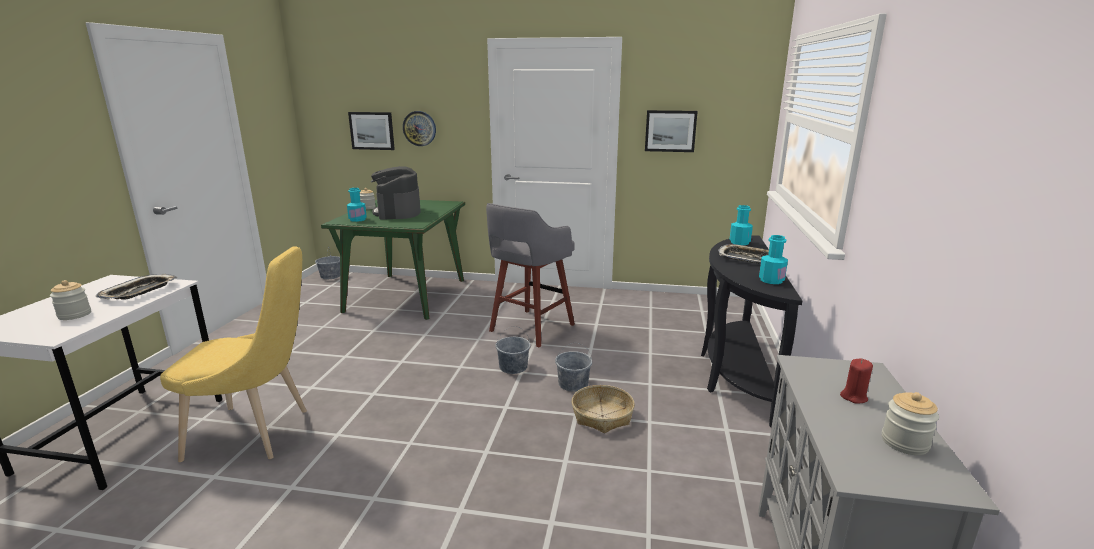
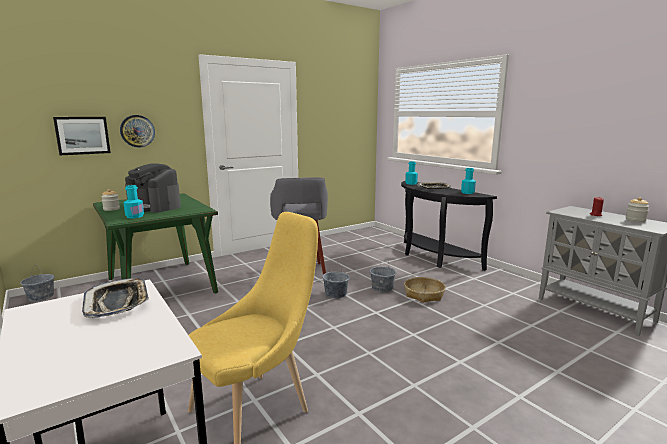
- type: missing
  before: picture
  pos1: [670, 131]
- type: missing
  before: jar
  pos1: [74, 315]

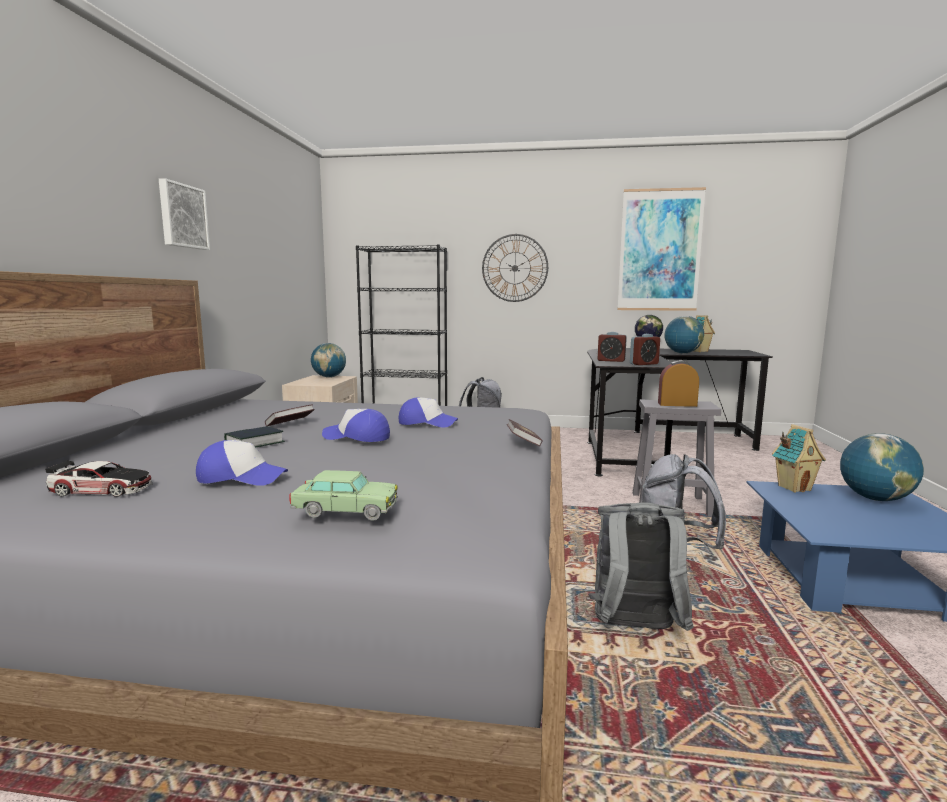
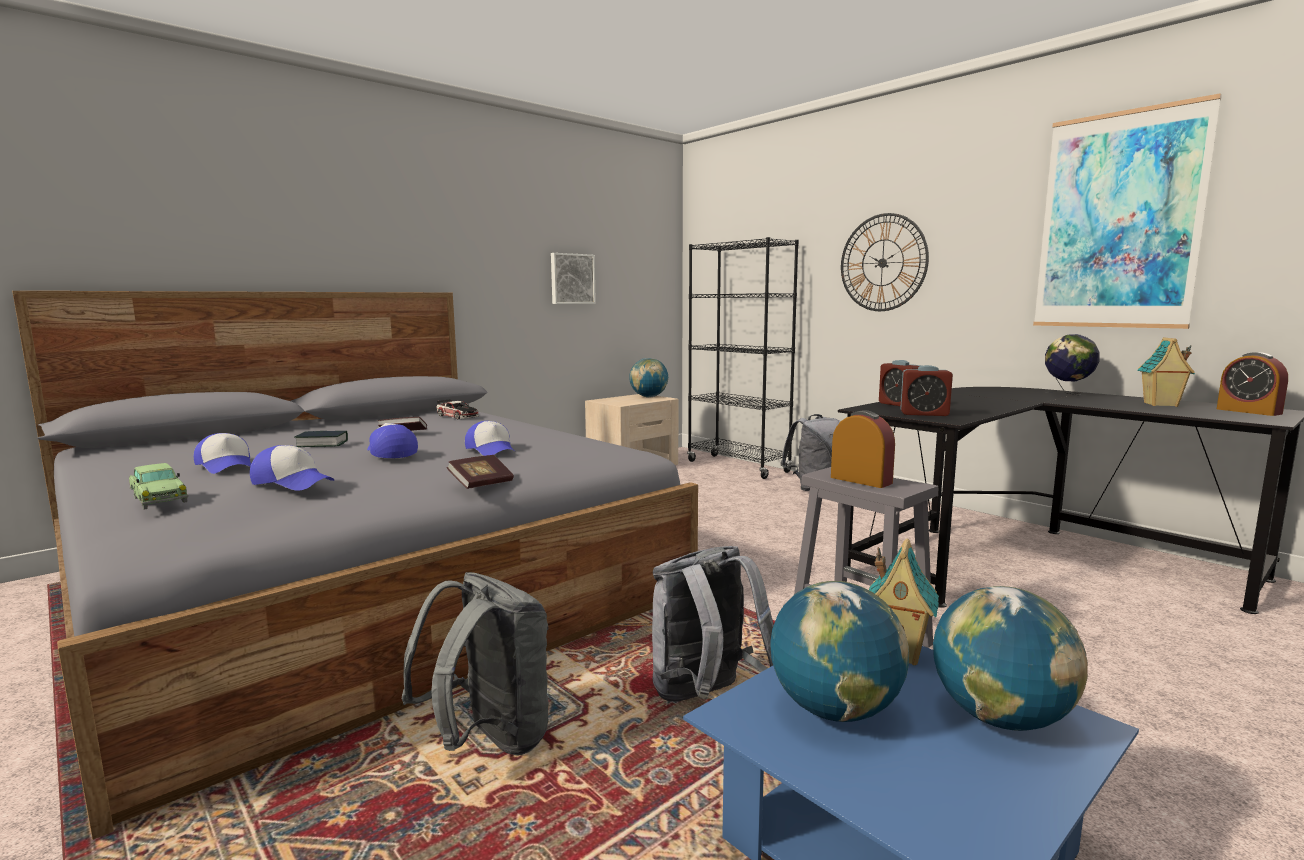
- type: relocated
  before: picture
  pos1: [182, 216]
  pos2: [572, 279]
- type: relocated
  before: globe
  pos1: [682, 353]
  pos2: [834, 710]
- type: relocated
  before: toy car
  pos1: [102, 489]
  pos2: [457, 416]
- type: appeared
  after: alarm clock
  pos2: [1248, 411]
- type: appeared
  after: cap
  pos2: [293, 482]

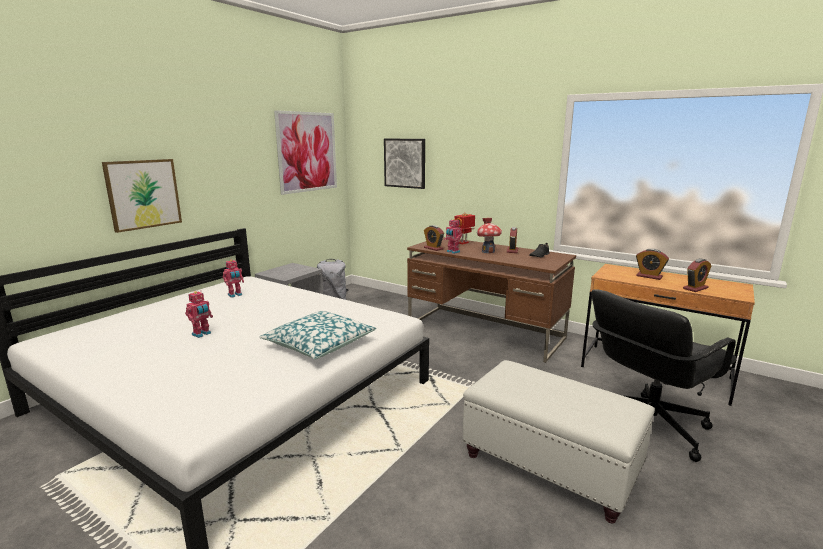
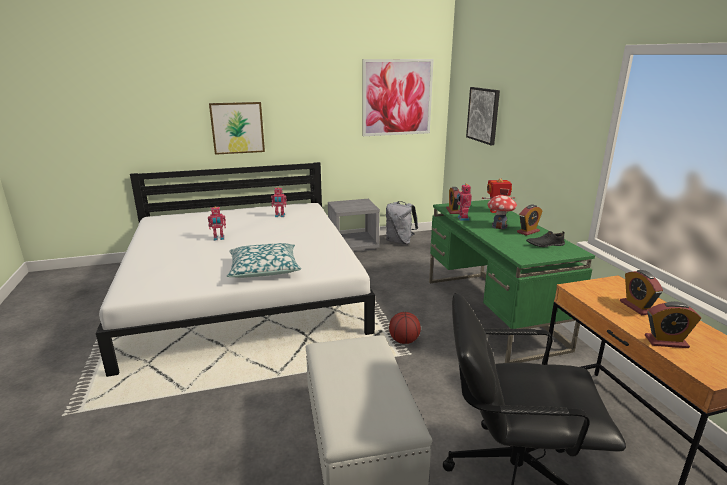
- type: colour
  before: brown desk
  after: green desk
  pos1: [485, 332]
  pos2: [492, 313]
- type: appeared
  after: basketball
  pos2: [404, 340]

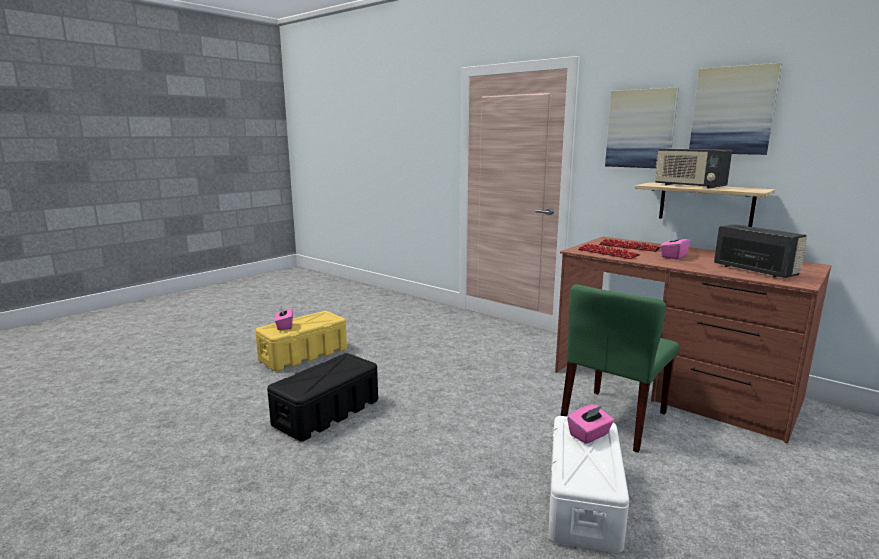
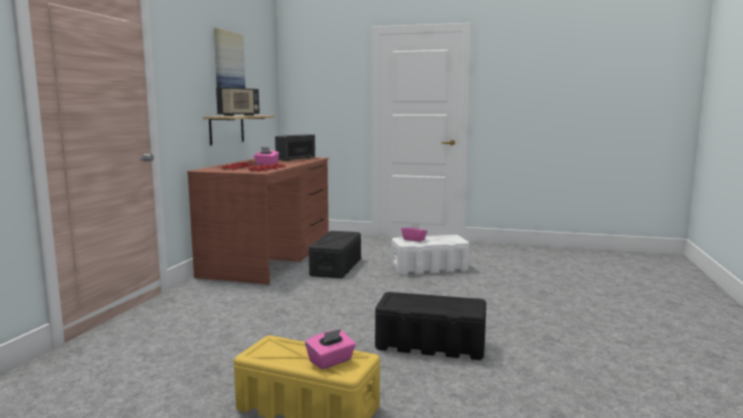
- type: missing
  before: picture
  pos1: [640, 129]
- type: exchanged
  before: green chair
  after: black storage box
  pos1: [614, 419]
  pos2: [336, 267]

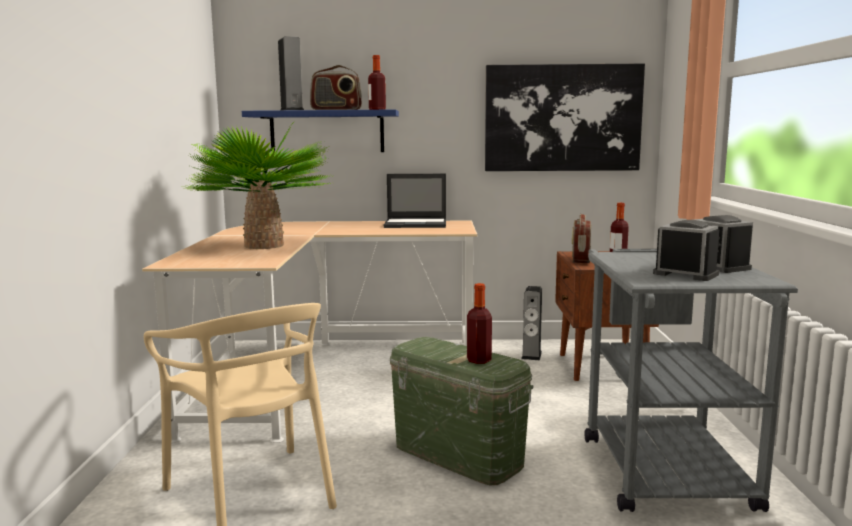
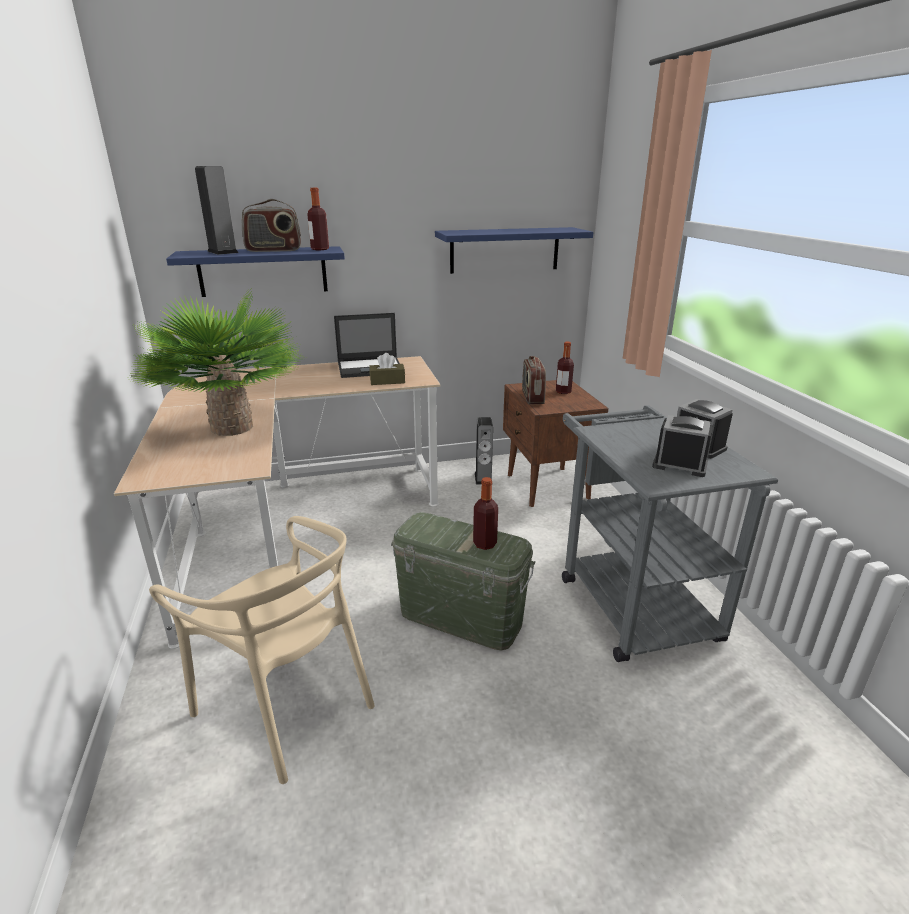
- type: exchanged
  before: picture
  after: blue shelf
  pos1: [562, 118]
  pos2: [504, 250]
- type: appeared
  after: brown tissue box
  pos2: [387, 381]

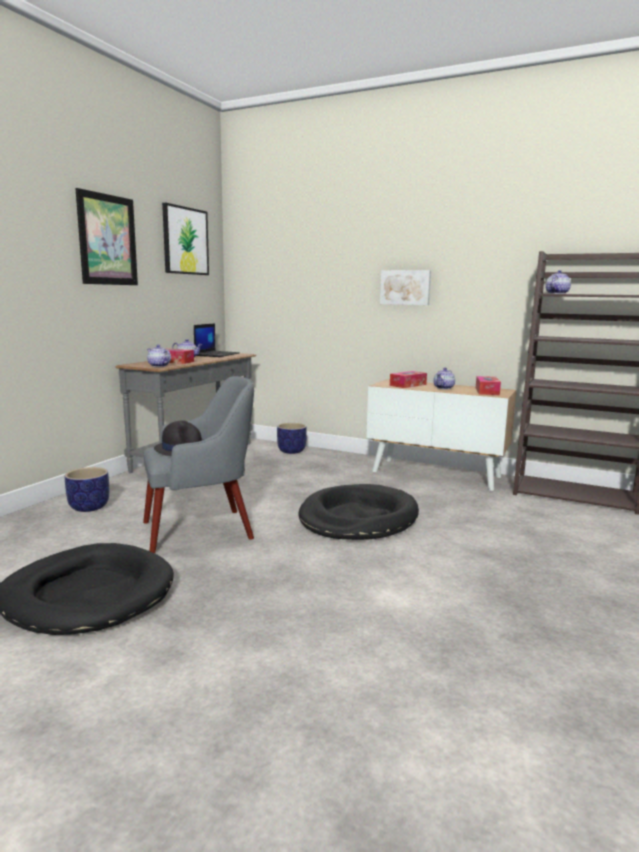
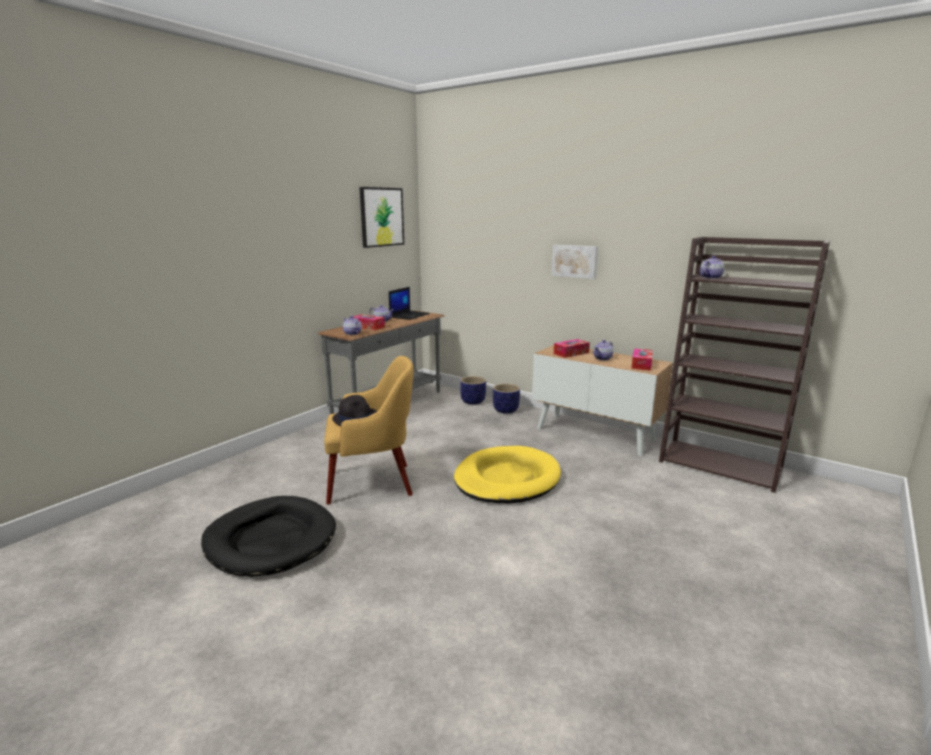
- type: missing
  before: picture
  pos1: [107, 240]
- type: colour
  before: grey armchair
  after: yellow armchair
  pos1: [201, 530]
  pos2: [373, 483]
- type: relocated
  before: planter
  pos1: [89, 507]
  pos2: [506, 410]
- type: colour
  before: black dog bed
  after: yellow dog bed
  pos1: [358, 518]
  pos2: [506, 479]

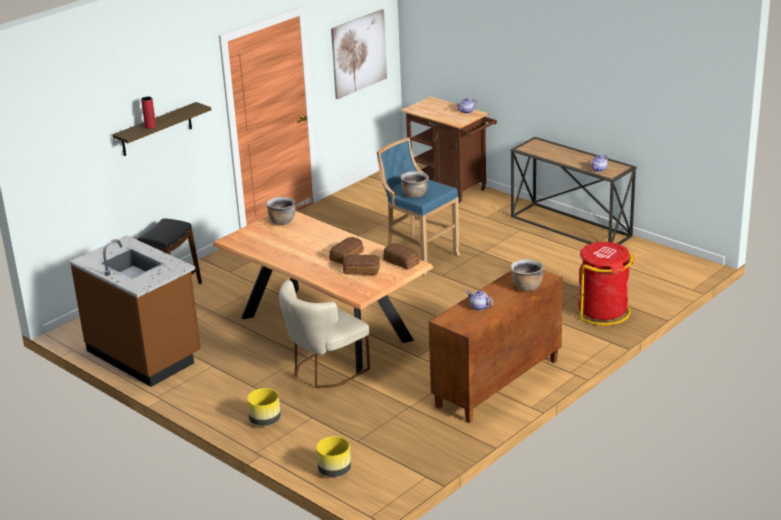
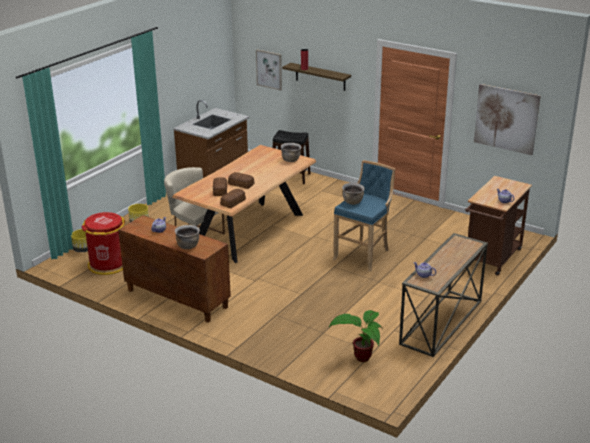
- type: relocated
  before: red trash can
  pos1: [603, 312]
  pos2: [108, 264]
- type: appeared
  after: picture
  pos2: [269, 69]
- type: appeared
  after: potted plant
  pos2: [360, 358]

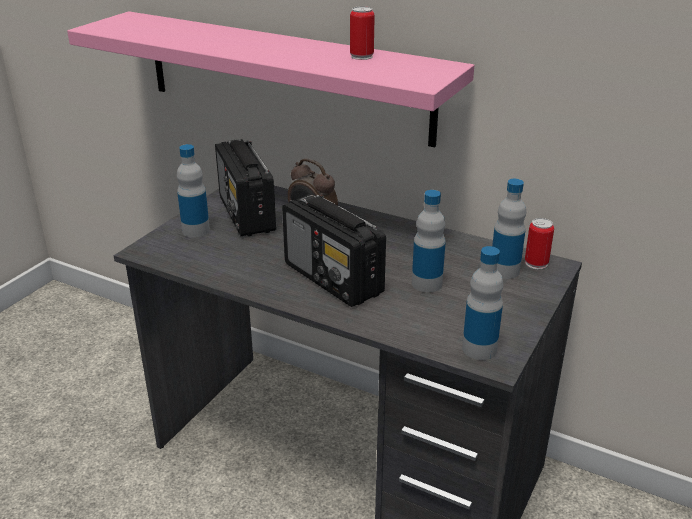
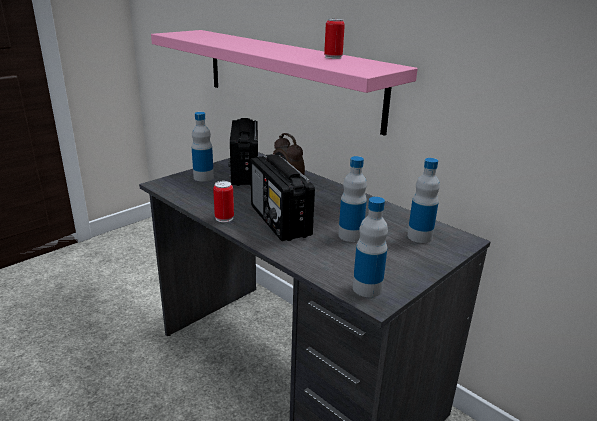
- type: relocated
  before: can
  pos1: [536, 263]
  pos2: [224, 218]

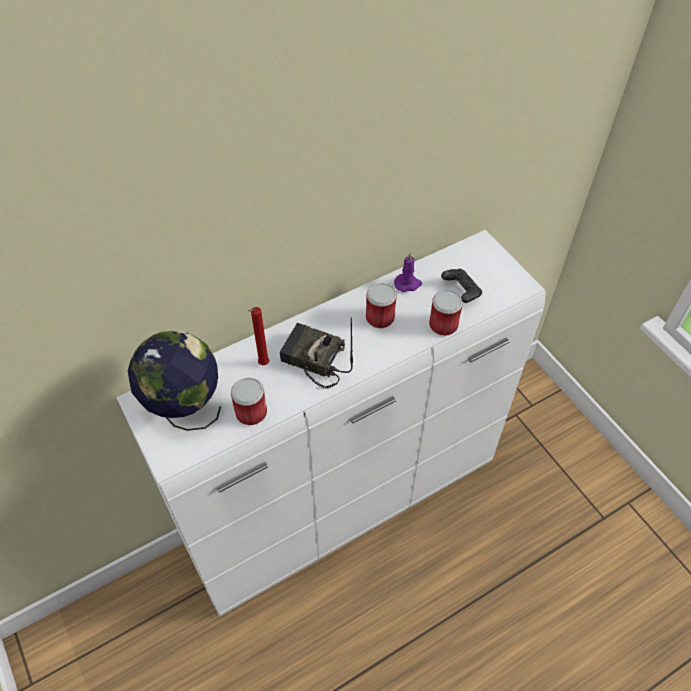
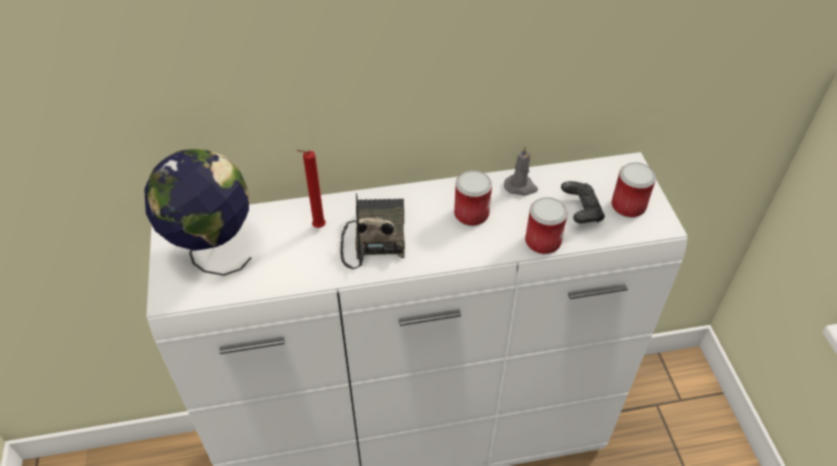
- type: colour
  before: purple candle
  after: grey candle
  pos1: [408, 284]
  pos2: [521, 187]
- type: spun
  before: radio
  pos1: [313, 360]
  pos2: [374, 238]
  turn: 45
- type: relocated
  before: can
  pos1: [251, 412]
  pos2: [628, 206]

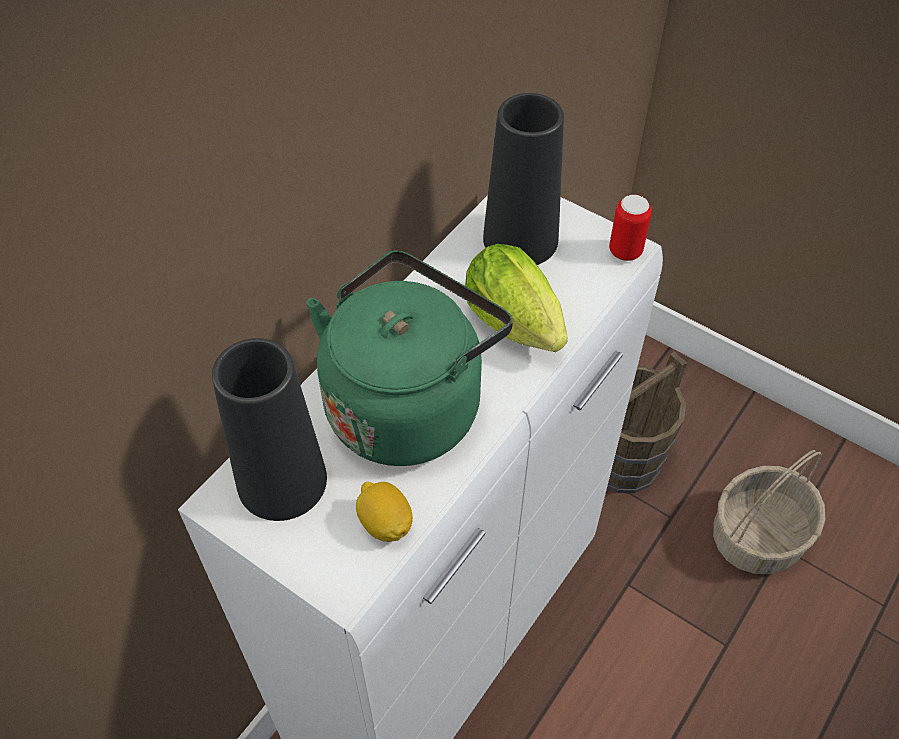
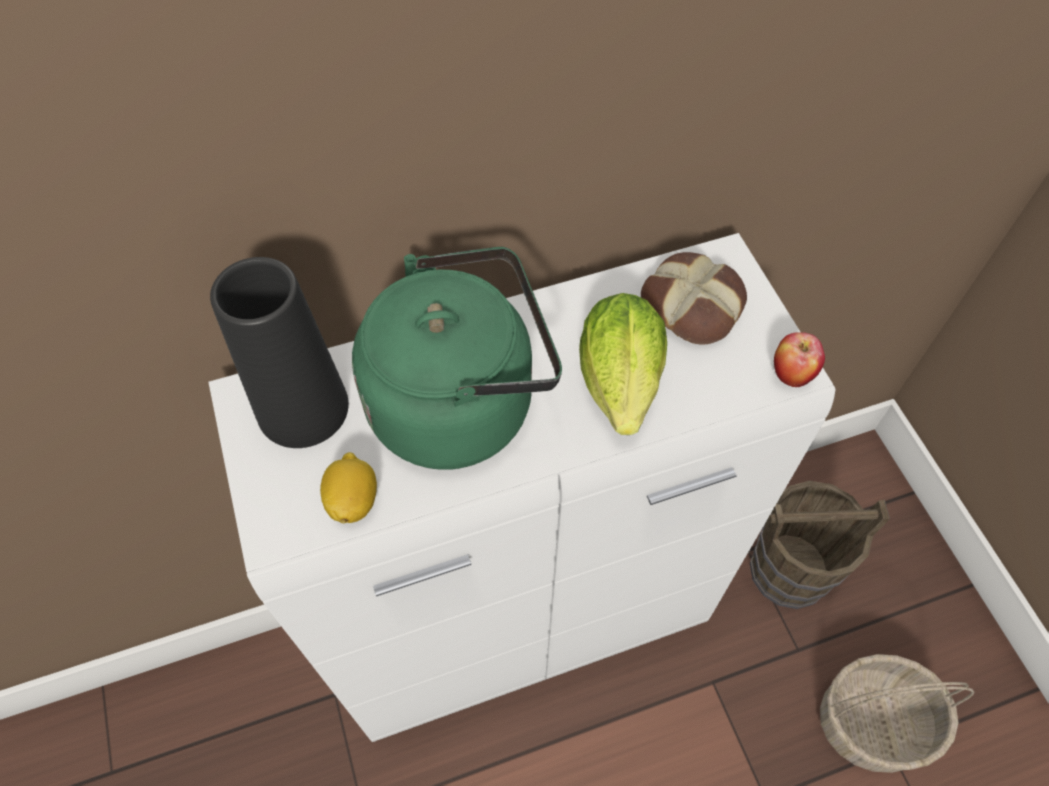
- type: exchanged
  before: black vase
  after: bread
  pos1: [520, 239]
  pos2: [693, 305]
- type: exchanged
  before: can
  after: apple
  pos1: [625, 251]
  pos2: [791, 374]

